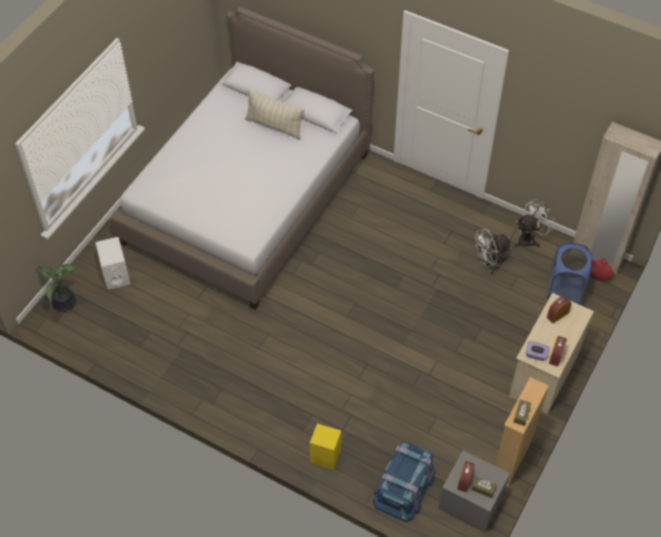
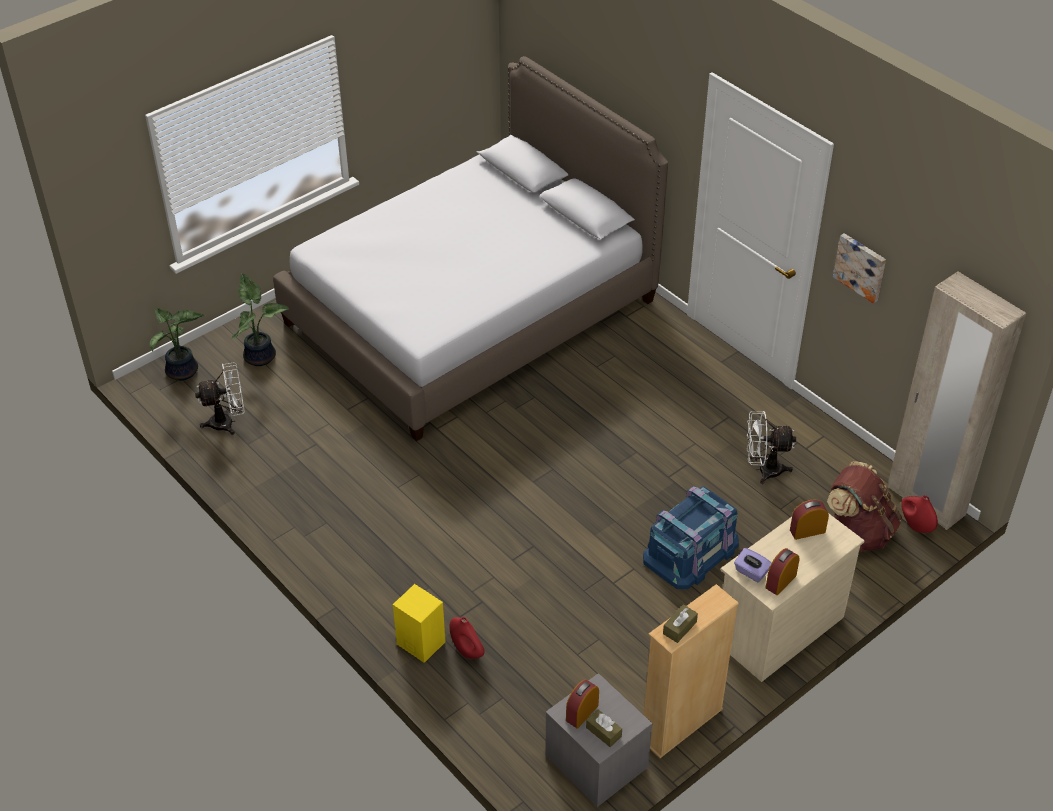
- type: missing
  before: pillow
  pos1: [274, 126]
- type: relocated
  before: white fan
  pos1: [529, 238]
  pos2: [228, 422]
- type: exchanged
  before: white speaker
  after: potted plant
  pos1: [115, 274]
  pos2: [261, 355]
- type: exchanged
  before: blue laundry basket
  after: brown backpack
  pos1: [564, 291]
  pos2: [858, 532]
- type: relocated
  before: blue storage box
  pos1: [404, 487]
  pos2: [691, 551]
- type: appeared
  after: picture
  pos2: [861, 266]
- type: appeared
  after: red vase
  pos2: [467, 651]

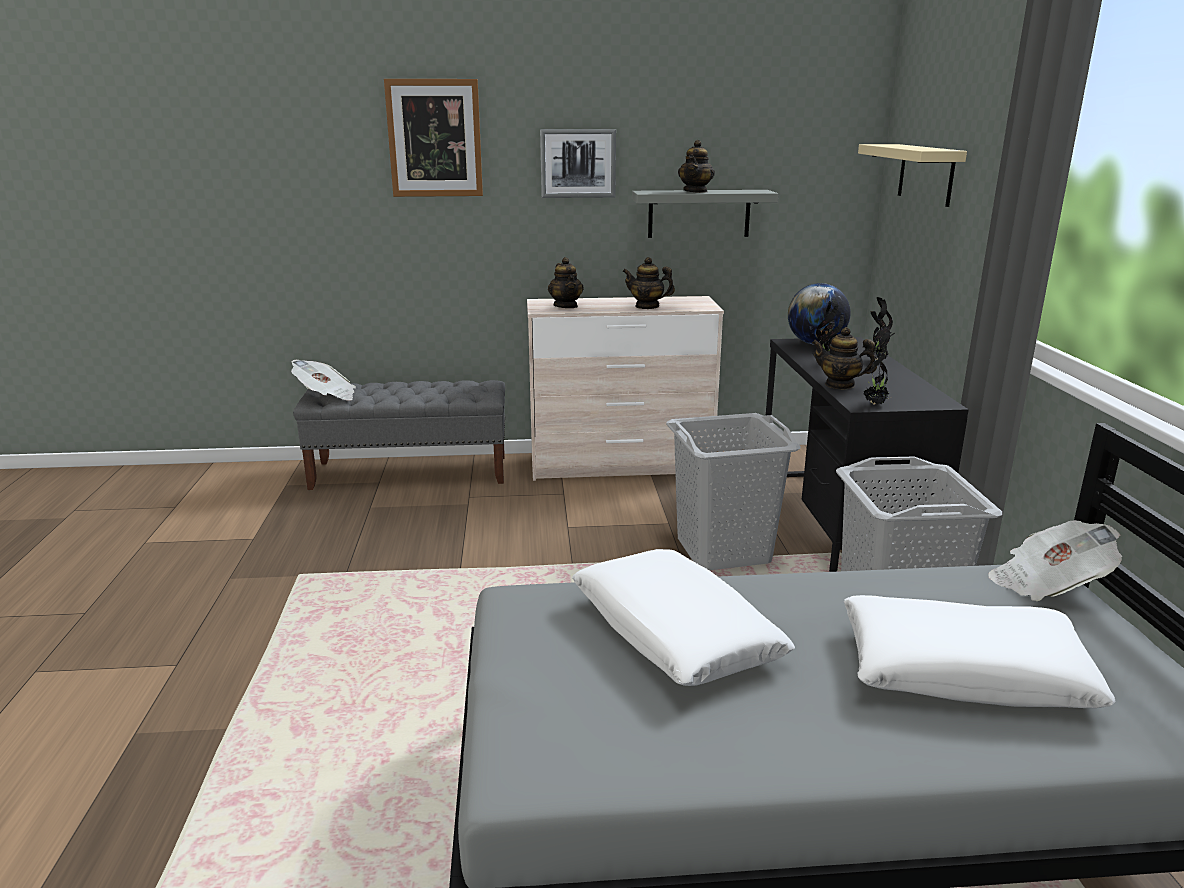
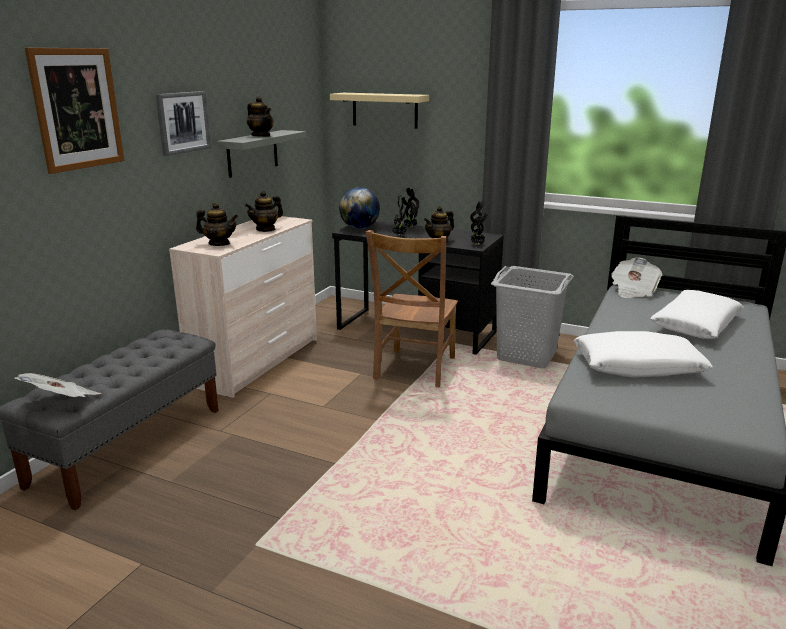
- type: exchanged
  before: grey laundry basket
  after: brown chair
  pos1: [722, 550]
  pos2: [414, 370]

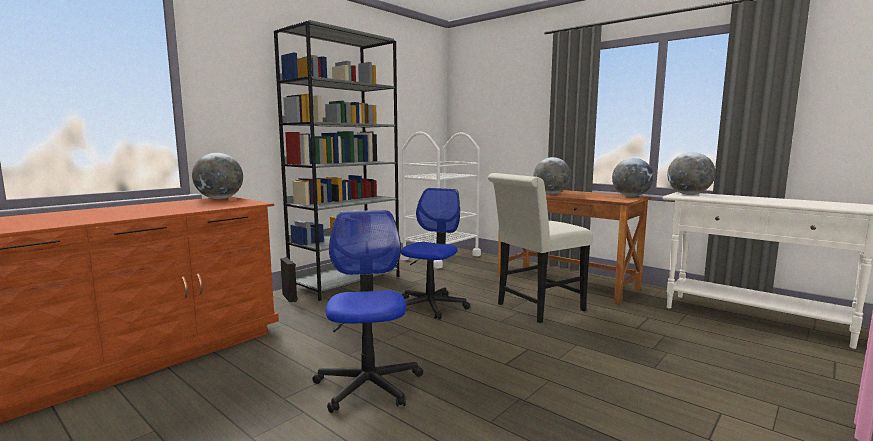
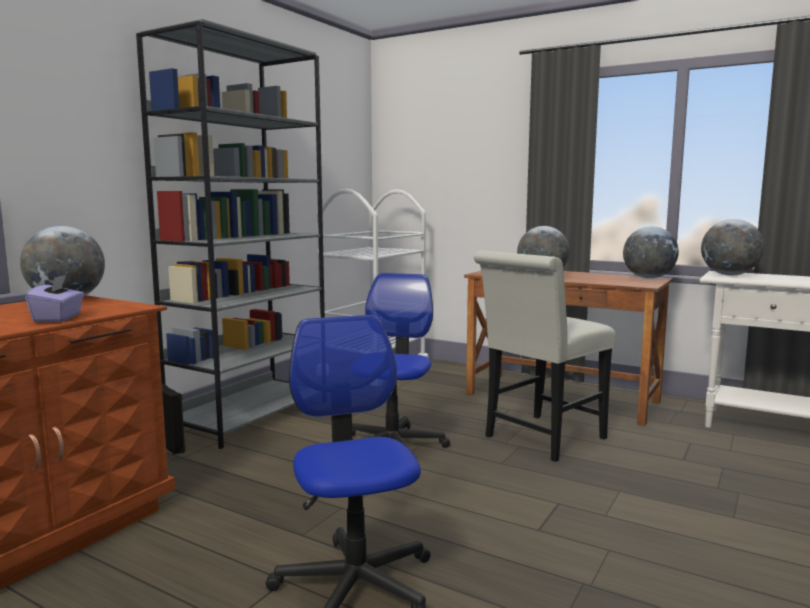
- type: appeared
  after: purple tissue box
  pos2: [58, 318]

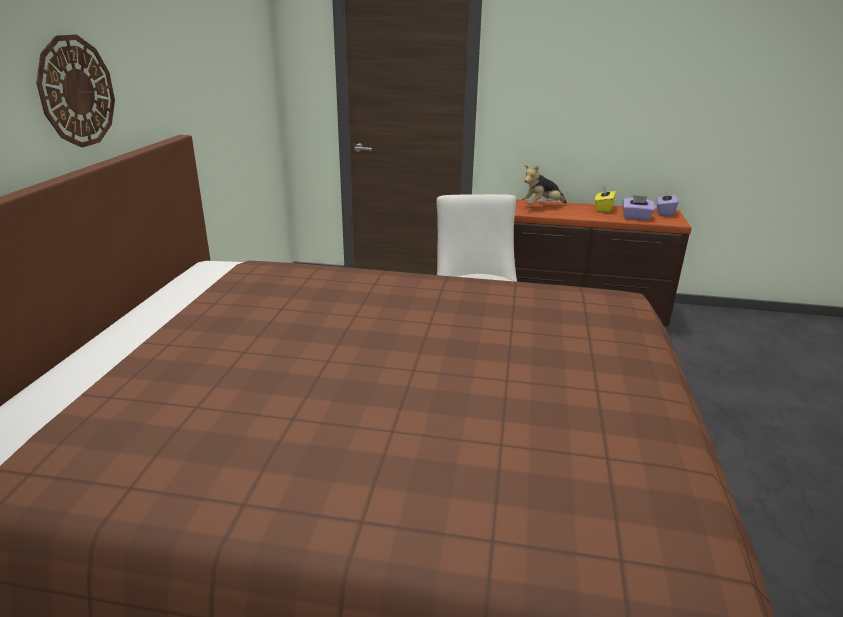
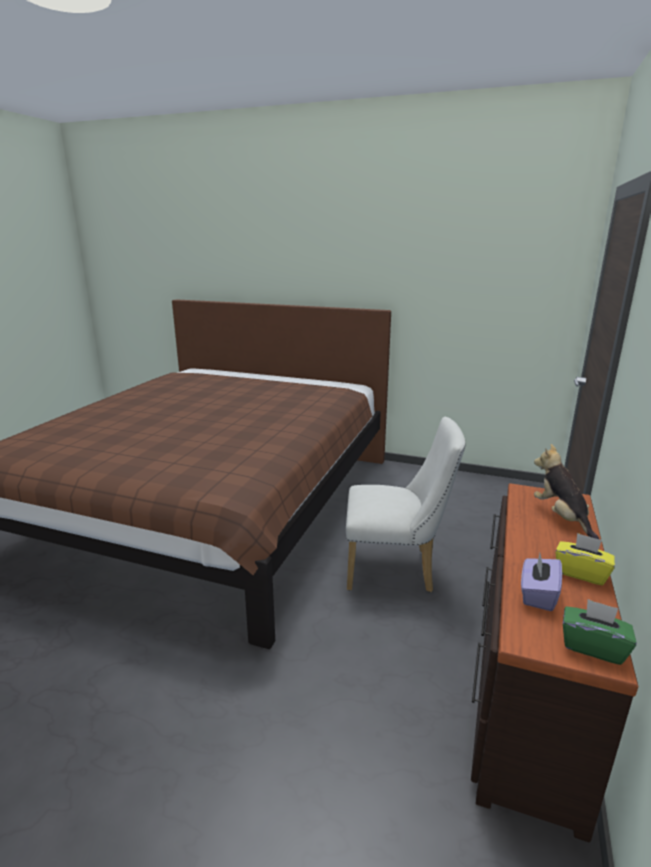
- type: missing
  before: wall clock
  pos1: [76, 91]
- type: colour
  before: purple tissue box
  after: green tissue box
  pos1: [664, 212]
  pos2: [592, 646]

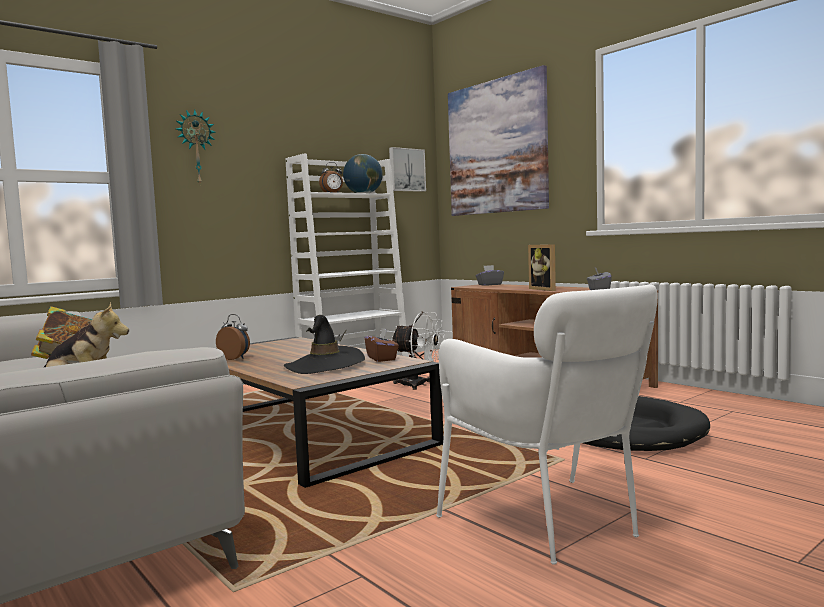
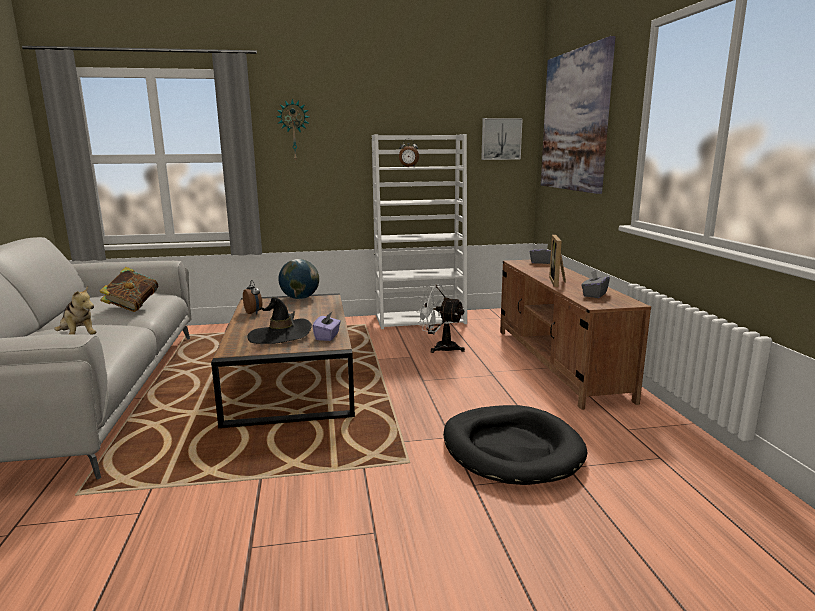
- type: relocated
  before: globe
  pos1: [363, 194]
  pos2: [299, 298]
- type: missing
  before: white armchair
  pos1: [554, 525]
- type: spun
  before: white fan
  pos1: [419, 385]
  pos2: [440, 347]
  turn: 150
- type: colour
  before: brown tissue box
  after: purple tissue box
  pos1: [382, 358]
  pos2: [327, 336]

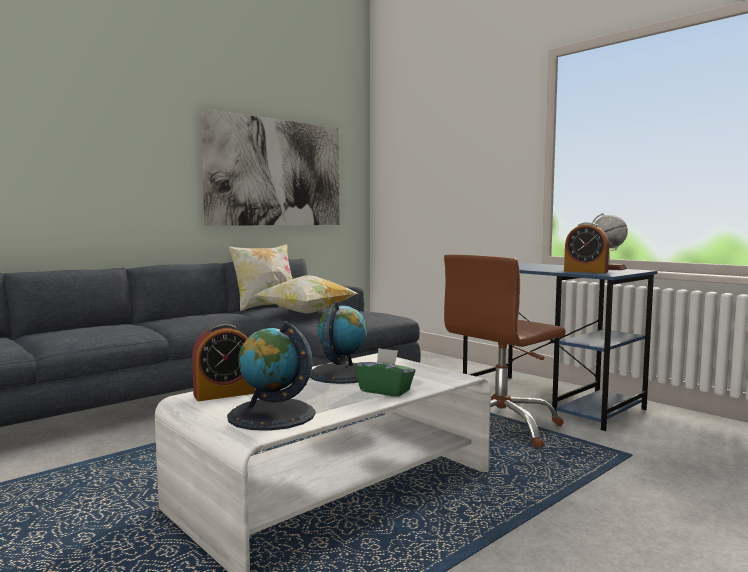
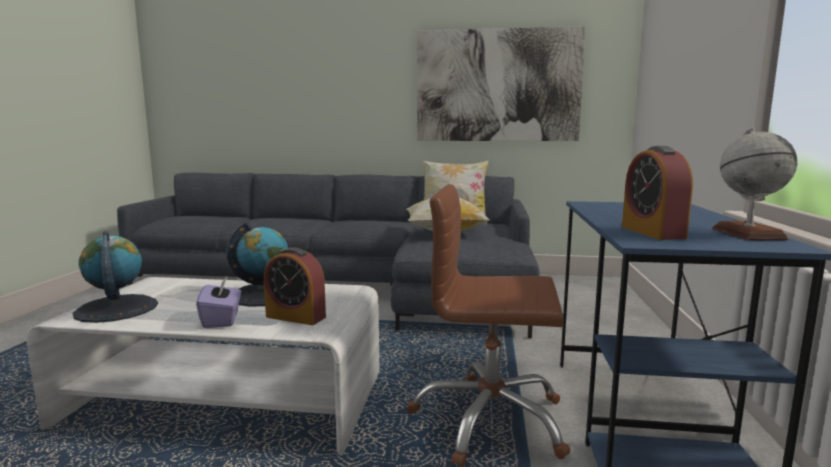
- type: relocated
  before: alarm clock
  pos1: [224, 394]
  pos2: [295, 317]
- type: colour
  before: green tissue box
  after: purple tissue box
  pos1: [385, 391]
  pos2: [222, 320]

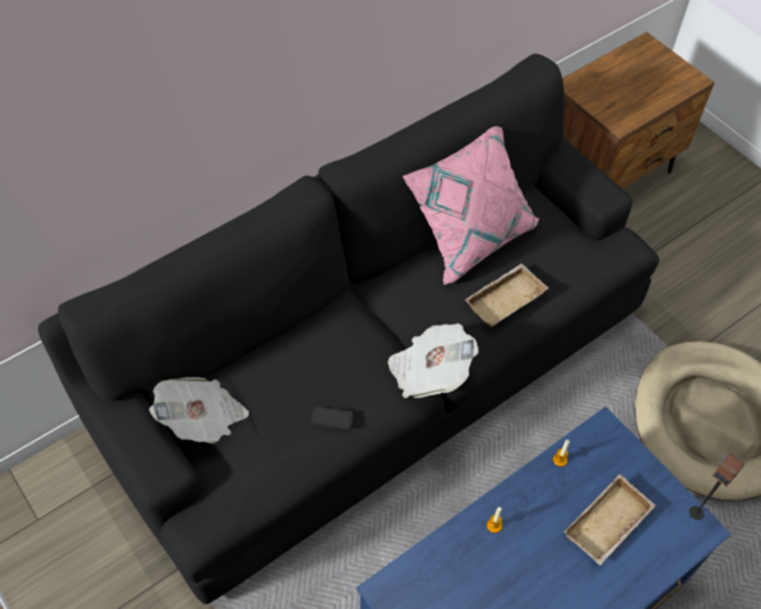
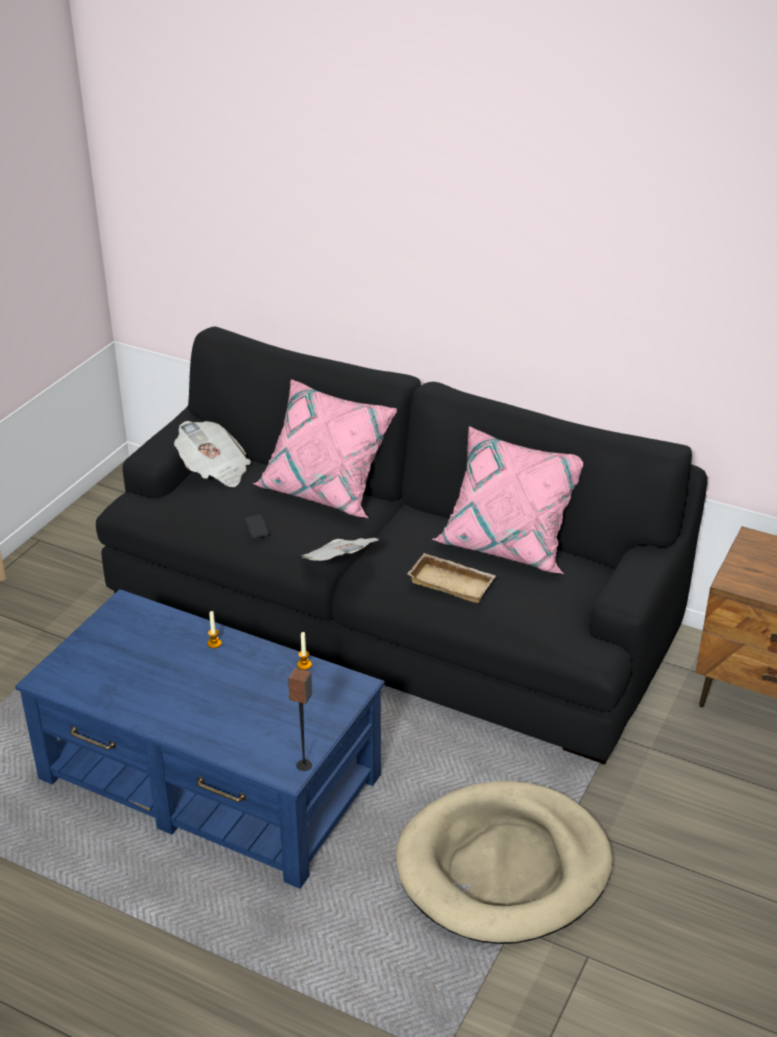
- type: missing
  before: beige tray
  pos1: [608, 525]
- type: appeared
  after: pink pillow
  pos2: [326, 490]

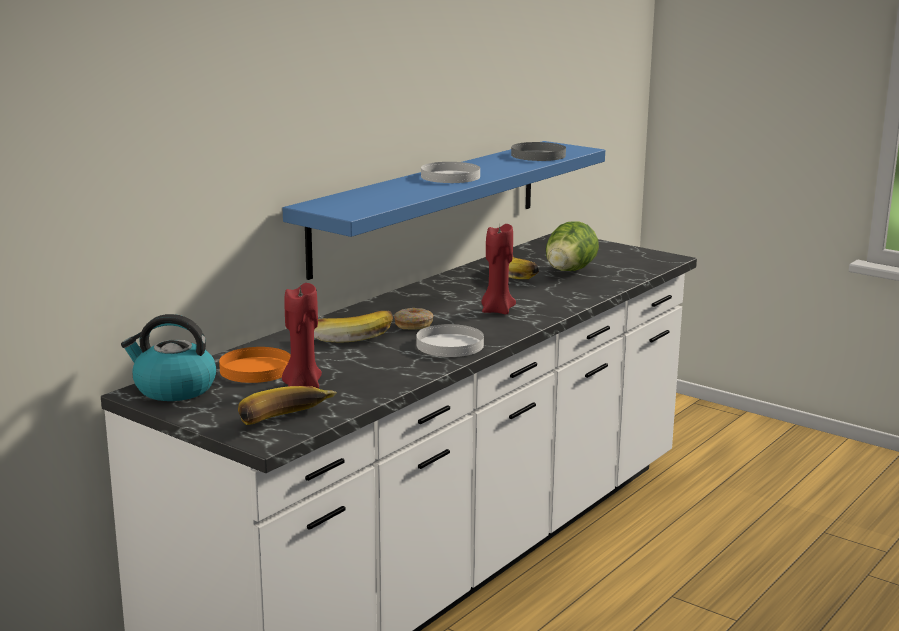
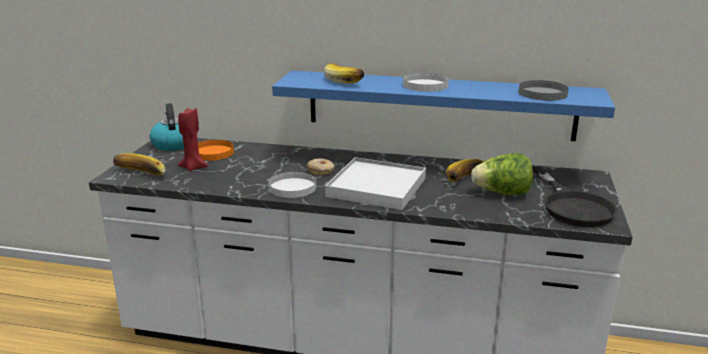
- type: exchanged
  before: red candle
  after: white tray
  pos1: [497, 310]
  pos2: [377, 187]
- type: relocated
  before: banana
  pos1: [349, 336]
  pos2: [345, 80]
- type: appeared
  after: black frying pan
  pos2: [572, 205]

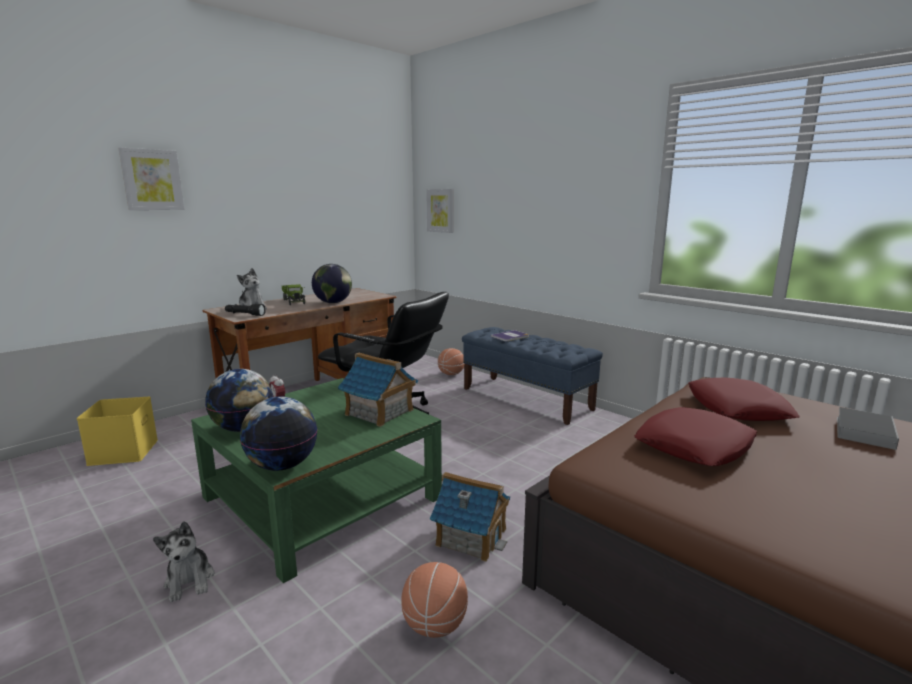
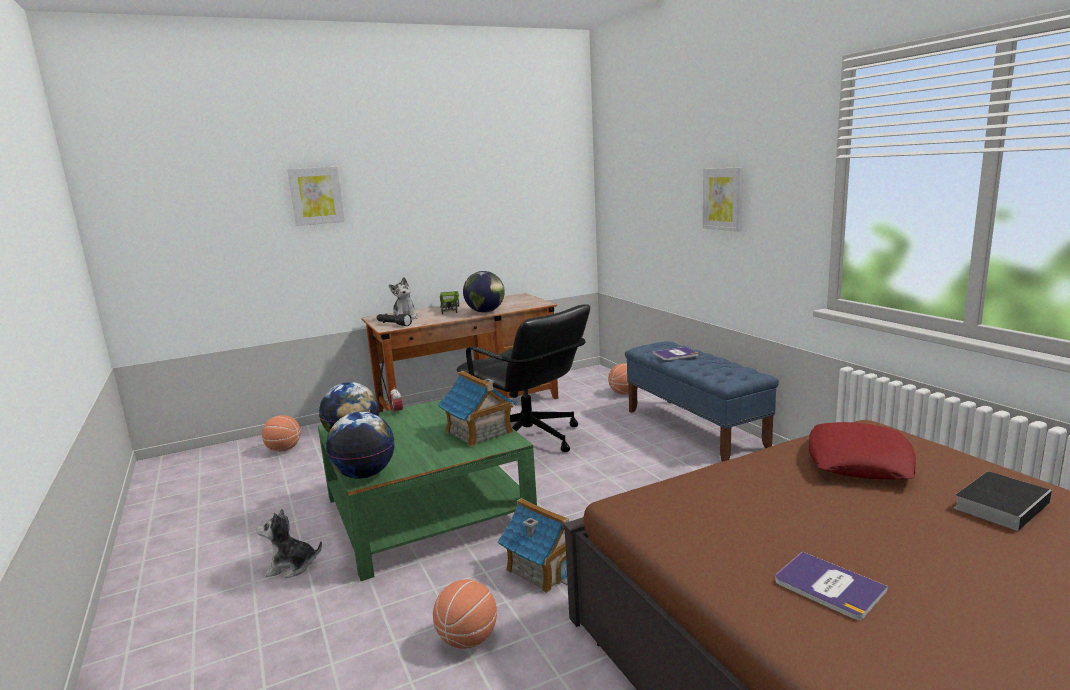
- type: relocated
  before: picture
  pos1: [441, 210]
  pos2: [723, 199]
- type: exchanged
  before: yellow storage box
  after: basketball
  pos1: [123, 451]
  pos2: [283, 449]
- type: missing
  before: red pillow
  pos1: [694, 446]
- type: spun
  before: plush toy
  pos1: [190, 581]
  pos2: [291, 567]
  turn: 90
- type: appeared
  after: book
  pos2: [828, 586]

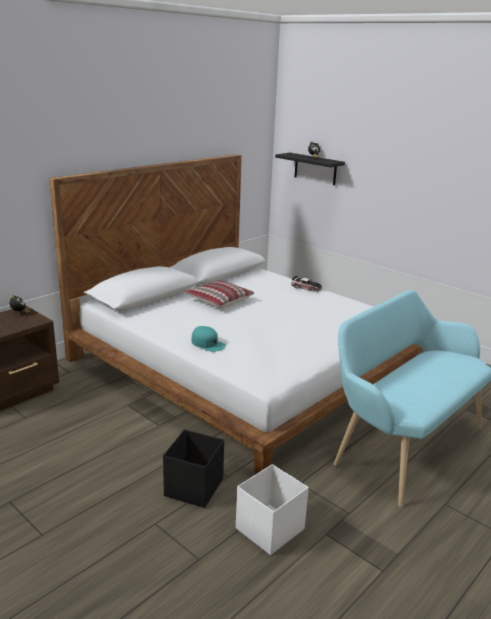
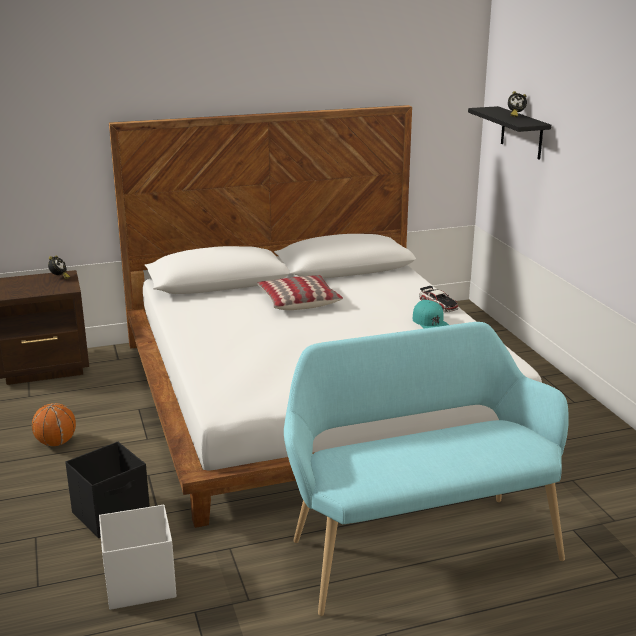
- type: relocated
  before: turquoise cap
  pos1: [208, 343]
  pos2: [430, 322]
- type: appeared
  after: basketball
  pos2: [56, 443]

